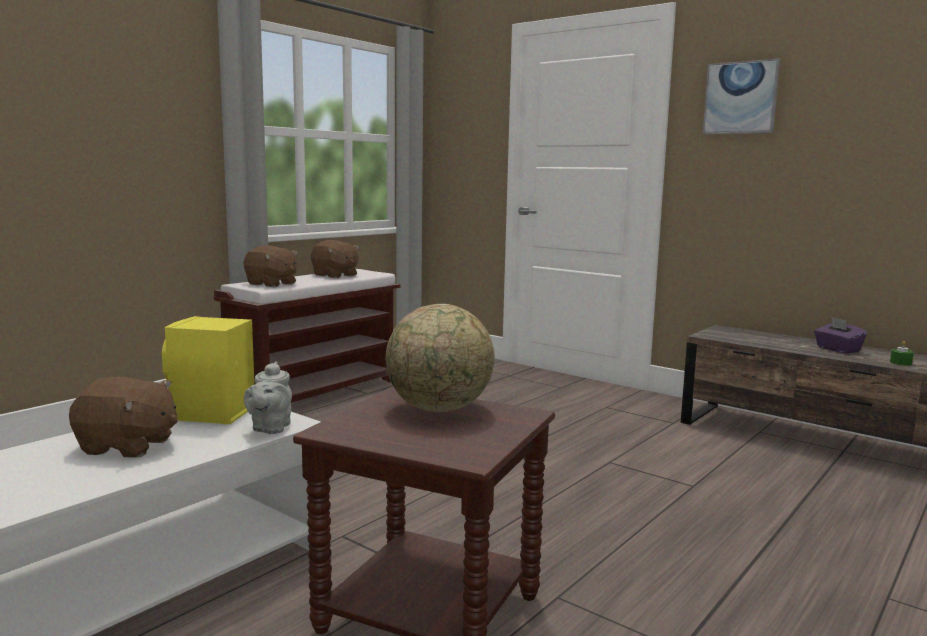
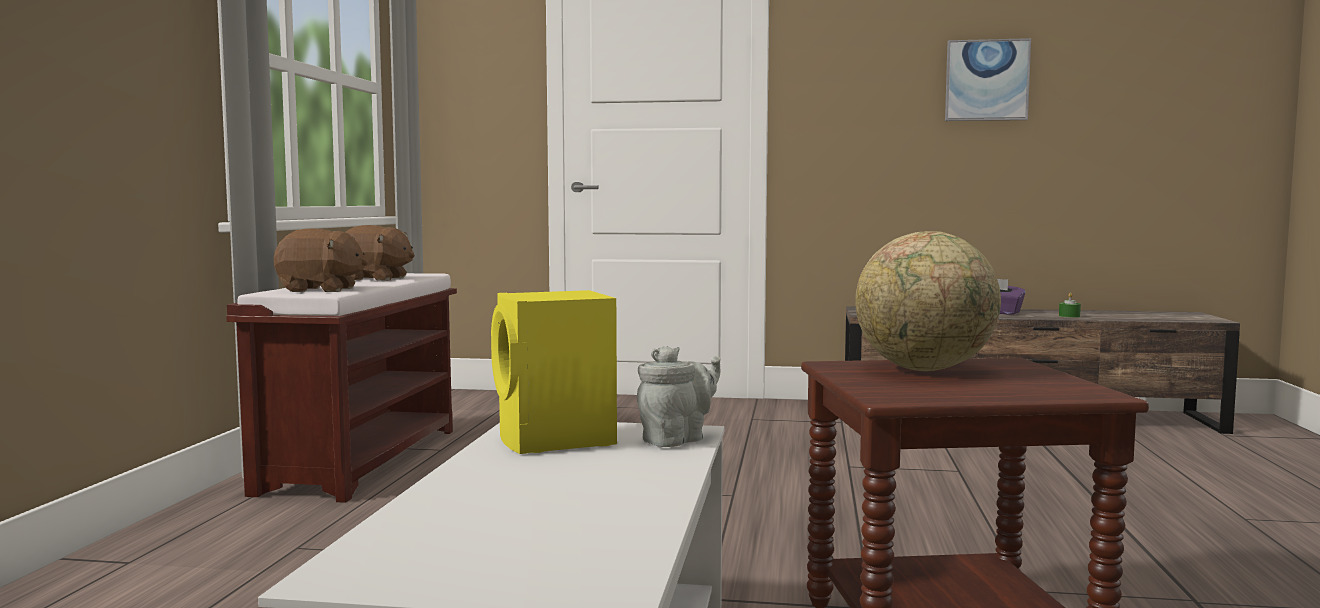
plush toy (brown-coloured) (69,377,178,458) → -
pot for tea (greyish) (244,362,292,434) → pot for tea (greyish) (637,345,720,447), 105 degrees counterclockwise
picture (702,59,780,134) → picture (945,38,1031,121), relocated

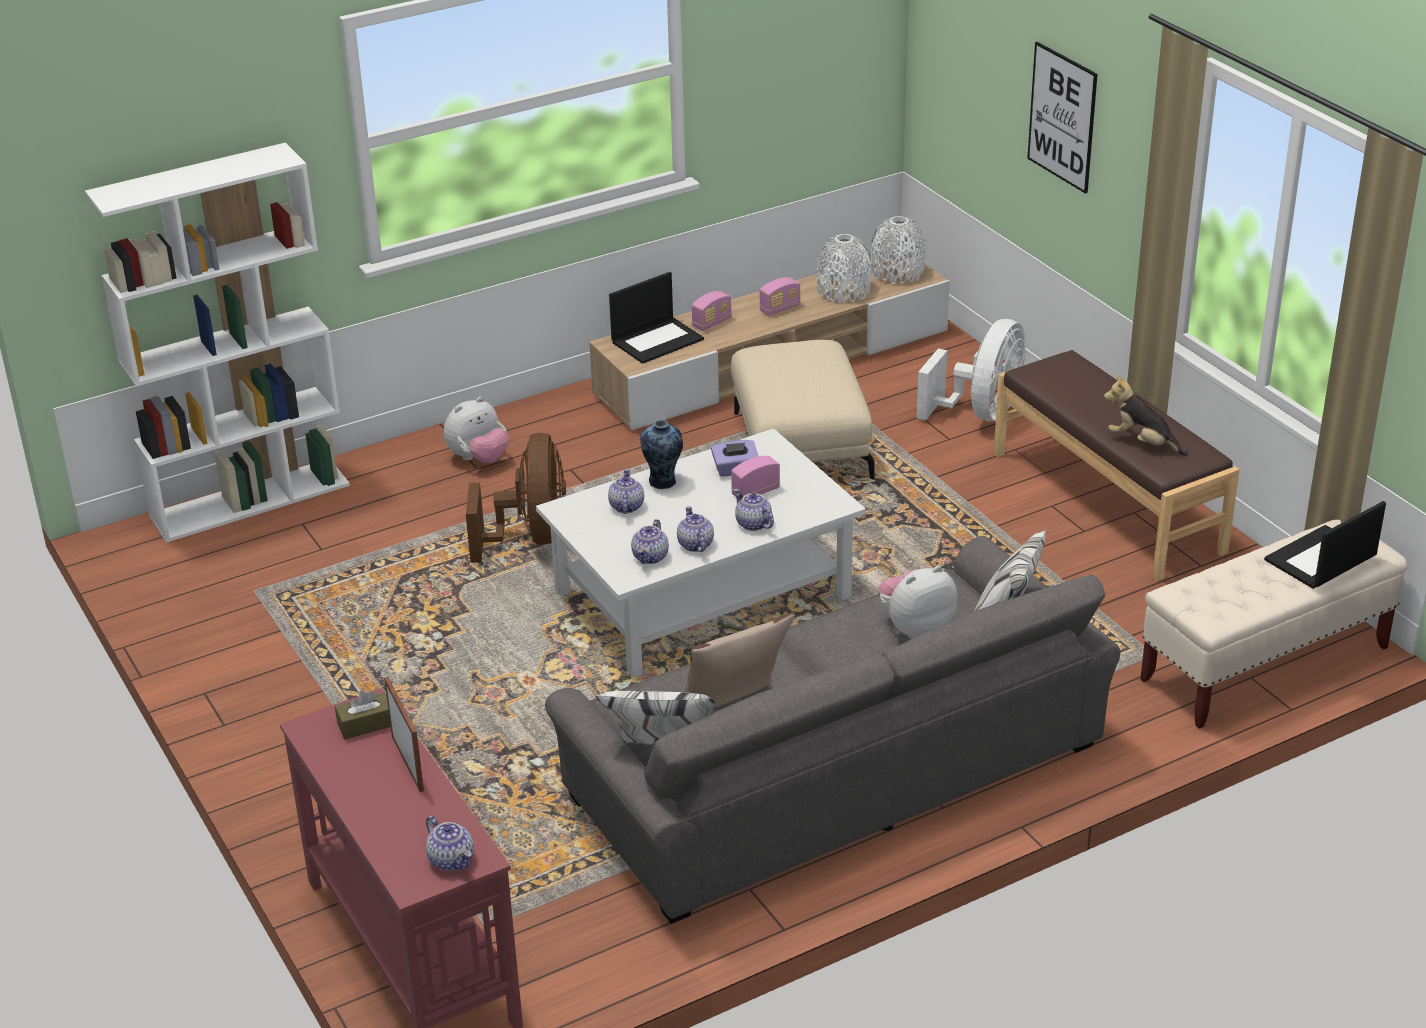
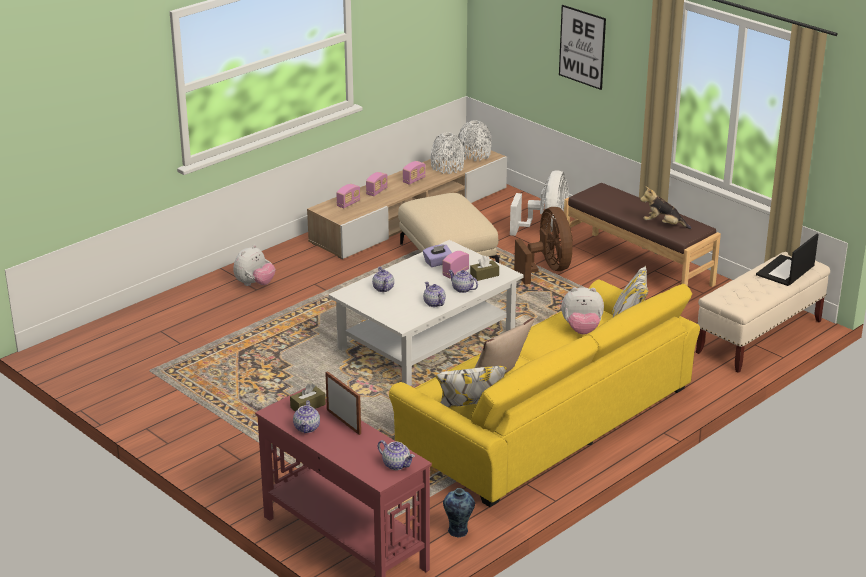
shelving unit (whitish) (85,142,350,543) → -
cooling fan (brown-coloured) (466,433,566,563) → cooling fan (brown-coloured) (514,207,573,284), relocated
settee (greyish) (545,530,1121,924) → settee (yellowish) (389,266,700,507)
laptop (609,272,704,364) → radio set (336,184,360,208)
pot for tea (631,519,669,564) → pot for tea (293,401,320,433), relocated
decorative vase (640,420,683,490) → decorative vase (443,488,475,538), relocated
plush toy (878,566,957,639) → plush toy (561,288,604,335), 135 degrees counterclockwise
- → tissue holder (brown-coloured) (470,255,499,281)

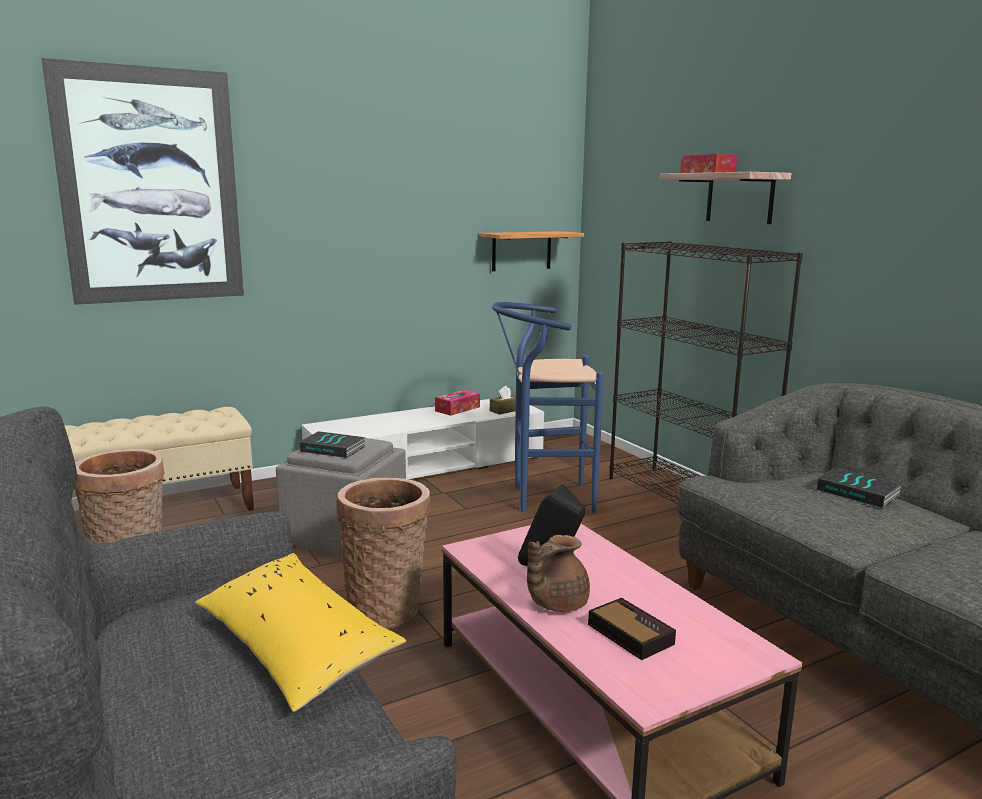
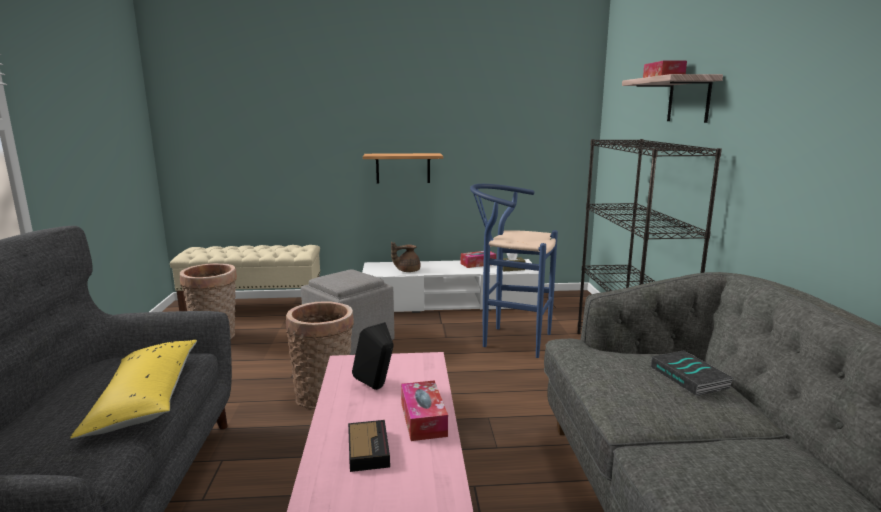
picture (41,58,244,305) → -
bound book (299,431,366,458) → -
wall shelf (480,231,584,271) → wall shelf (363,153,443,184), relocated
pot for tea (brown-coloured) (527,535,590,612) → pot for tea (brown-coloured) (391,242,421,272), relocated
- → tissue holder (401,380,448,441)

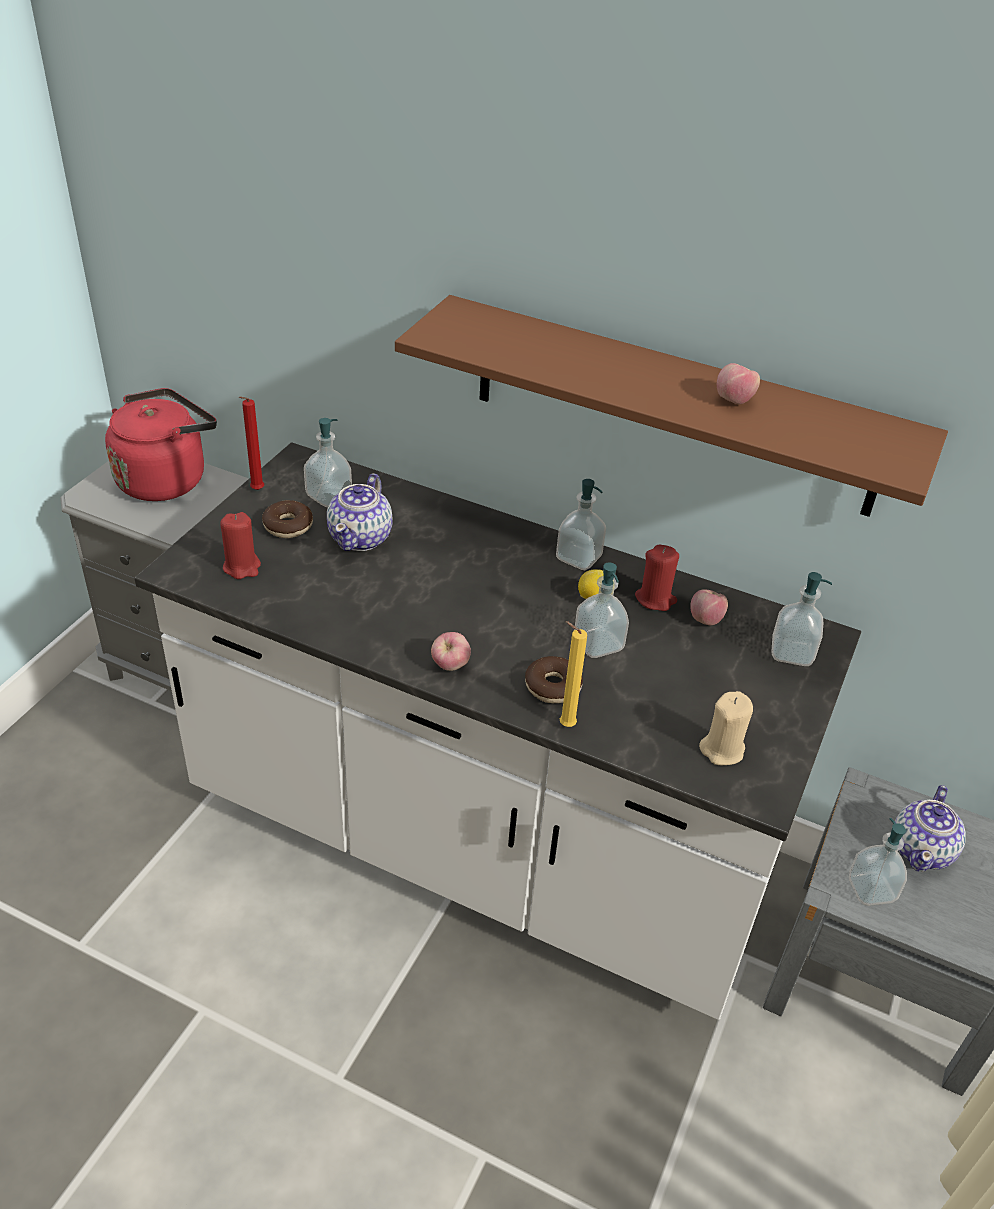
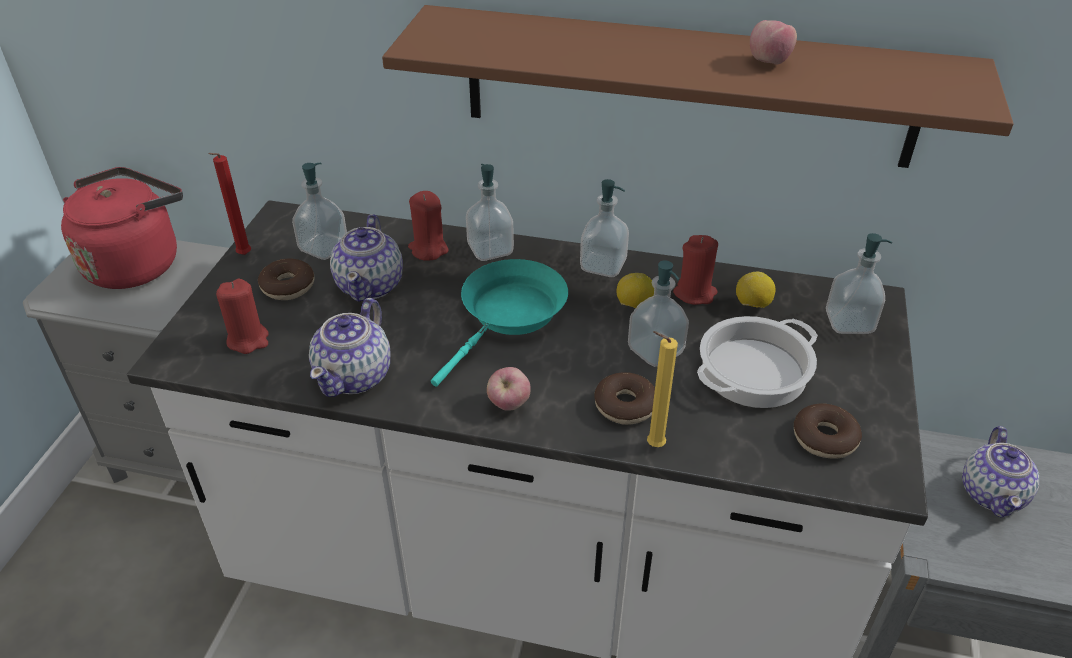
apple (690,589,728,625) → whole lemon (736,272,776,308)
candle (sand-coloured) (699,691,753,765) → ring doughnut (794,403,862,459)
liquid soap bottle (849,818,907,906) → liquid soap bottle (466,164,514,261), relocated
- → pot for tea (309,298,390,397)
- → candle (red-coloured) (408,191,449,261)
- → skillet (turquoise) (431,259,568,387)
- → cooking pot (697,316,818,408)

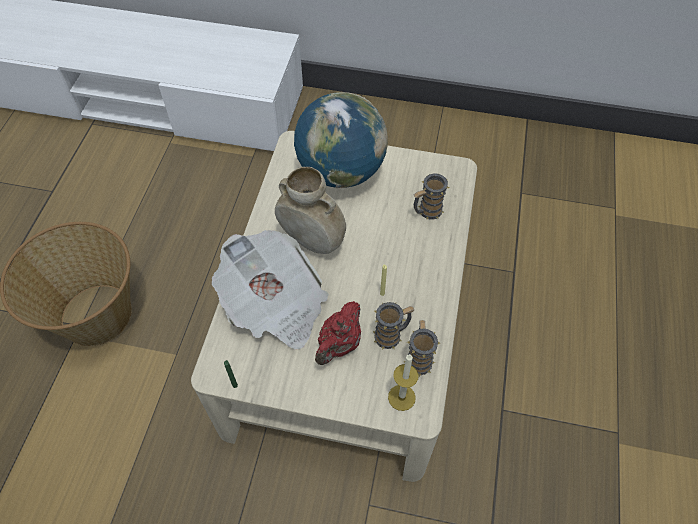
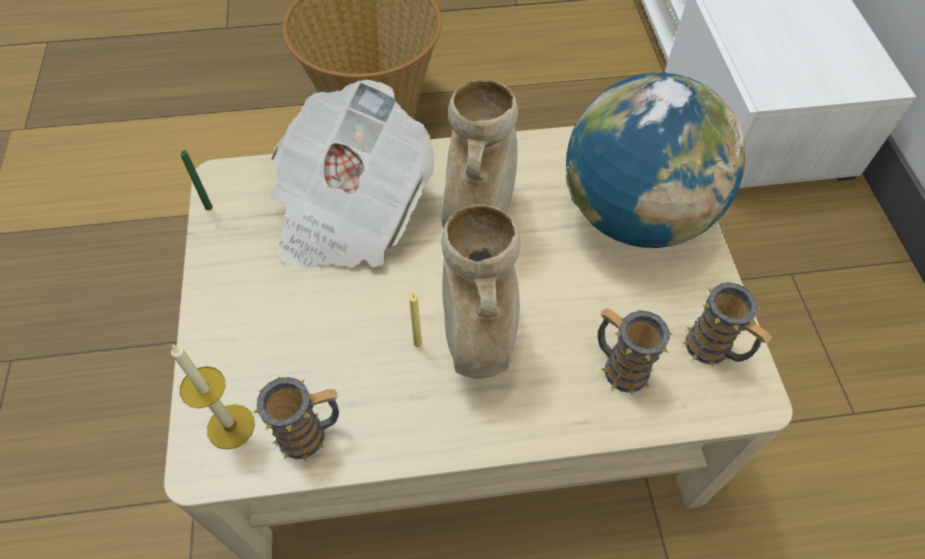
pot for tea (red-coloured) (315,301,361,365) → -
mug (373,302,414,350) → mug (683,282,771,367), relocated
- → decorative vase (sand-coloured) (441,204,520,379)

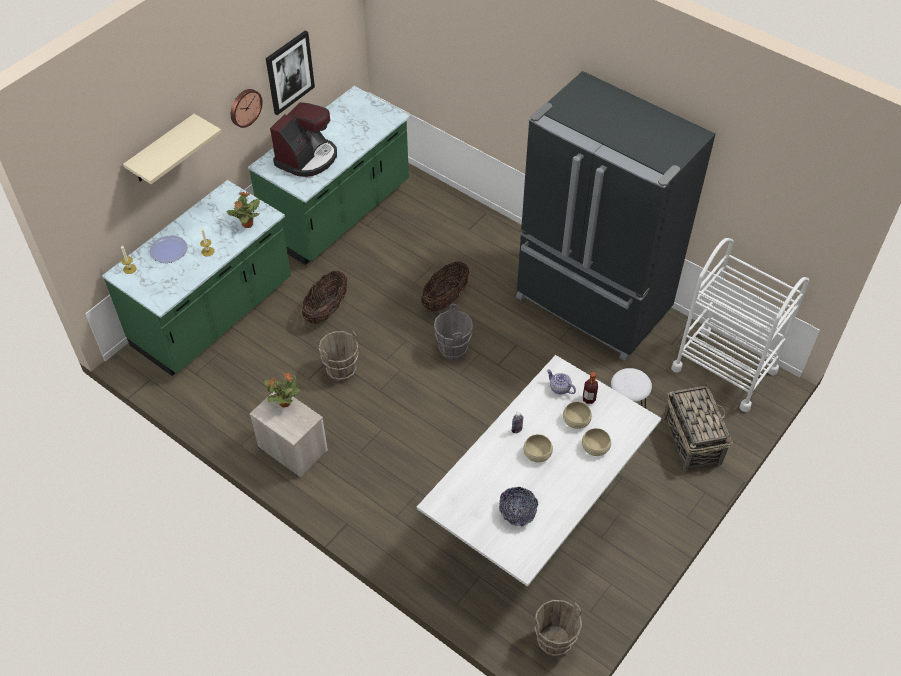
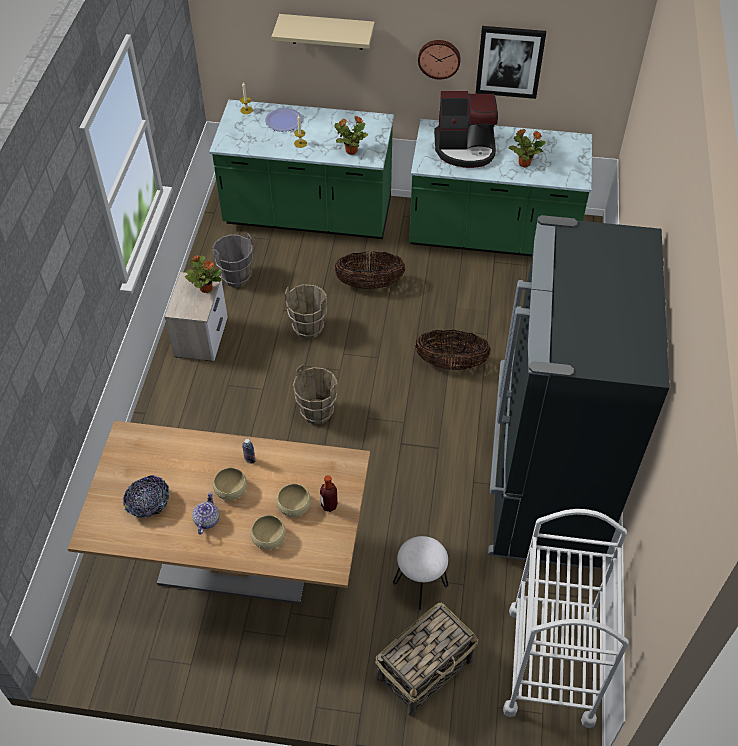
kitchen table (whitish) (417,355,661,587) → kitchen table (brown-coloured) (68,421,370,604)
pail (greyish) (434,304,473,360) → pail (greyish) (212,233,253,287), relocated
pail (brown-coloured) (534,600,582,657) → pail (brown-coloured) (293,364,338,424), relocated
pot for tea (547,370,576,395) → pot for tea (192,492,219,534), relocated
- → plant in a pot (509,128,546,168)

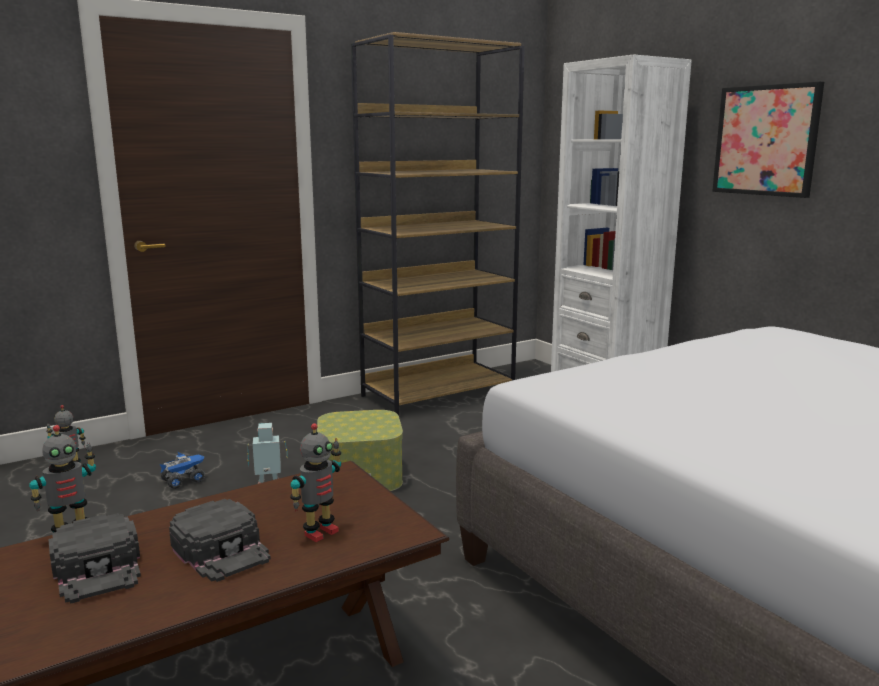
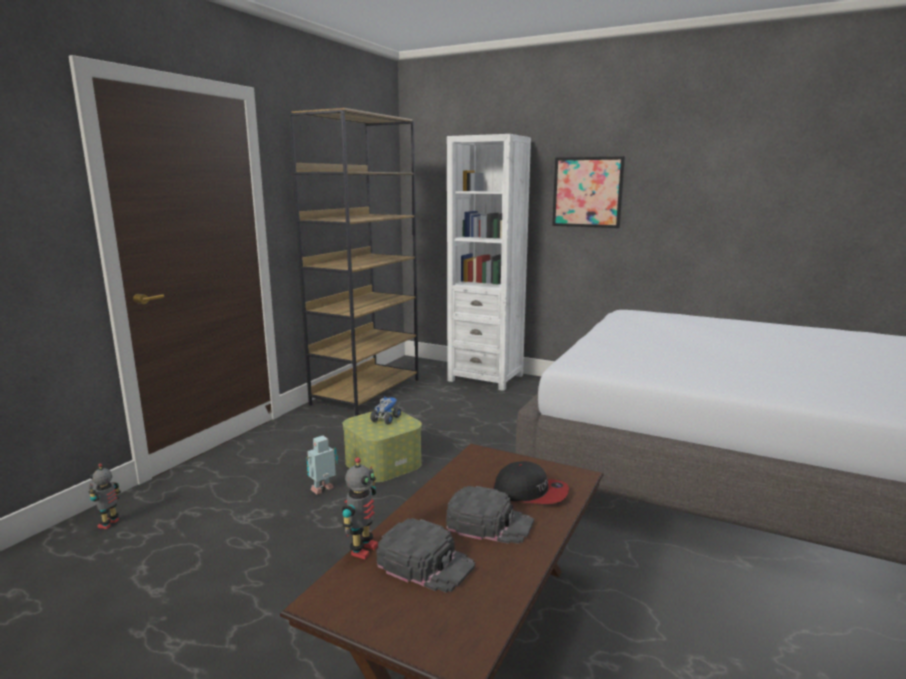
toy truck (160,452,205,489) → toy truck (370,396,401,424), relocated
model robot (290,423,341,542) → peaked cap (494,461,569,504)

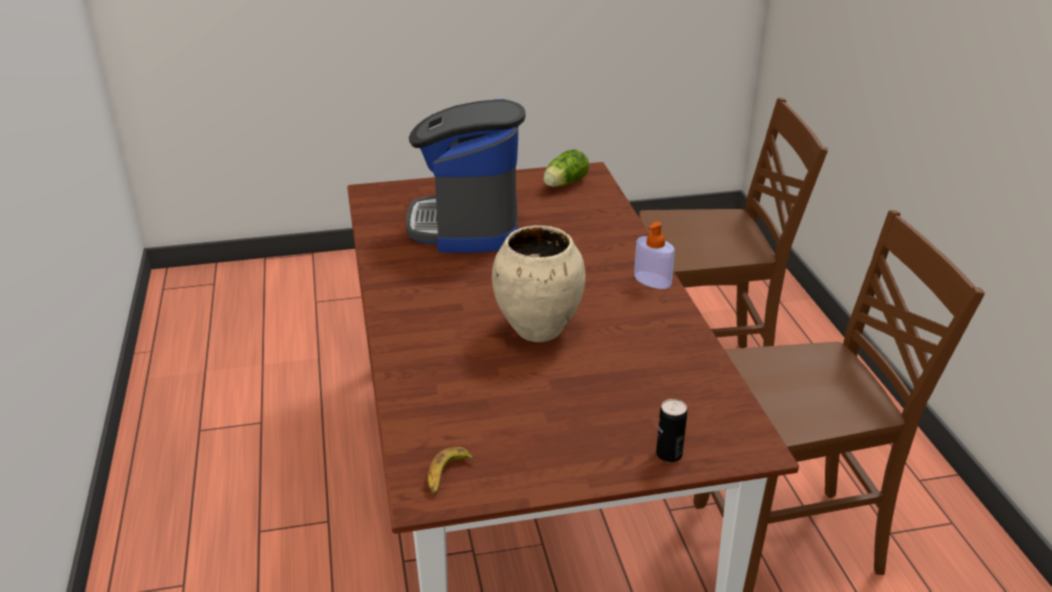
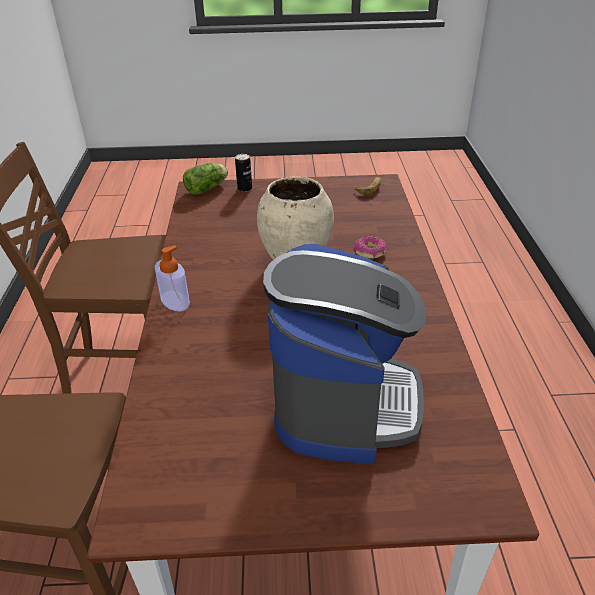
lettuce head (543,149,589,187) → lettuce head (183,163,228,195), relocated
- → ring doughnut (354,236,387,259)

